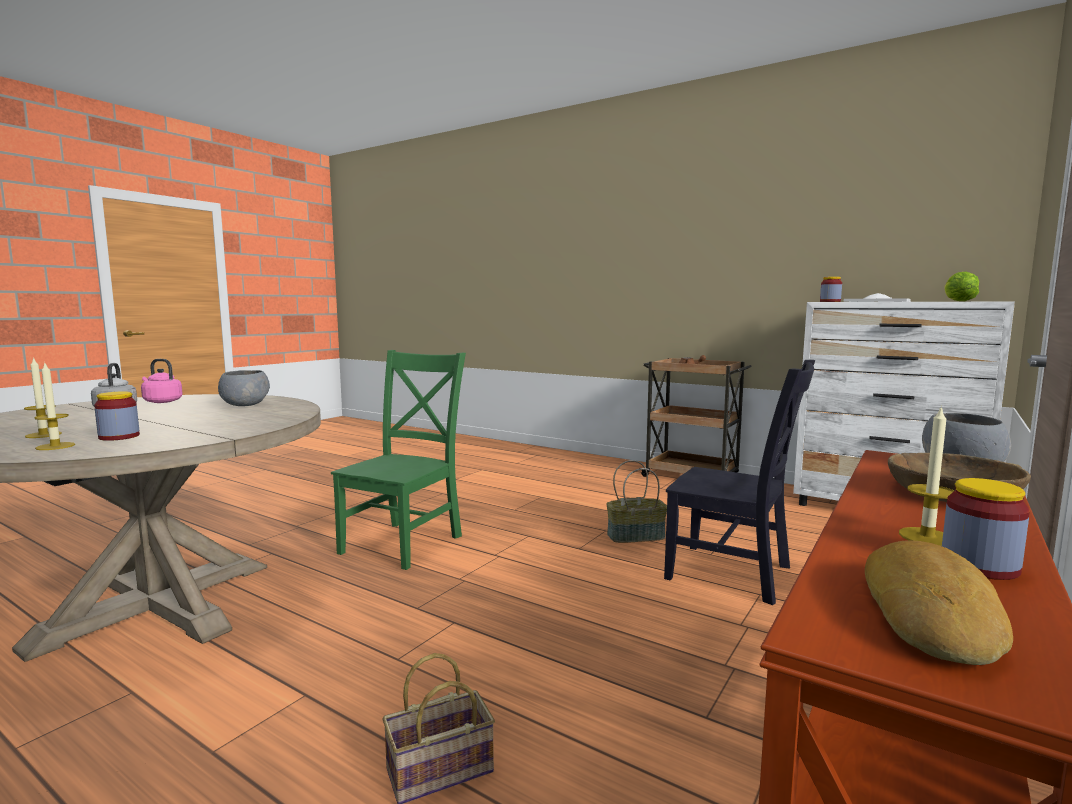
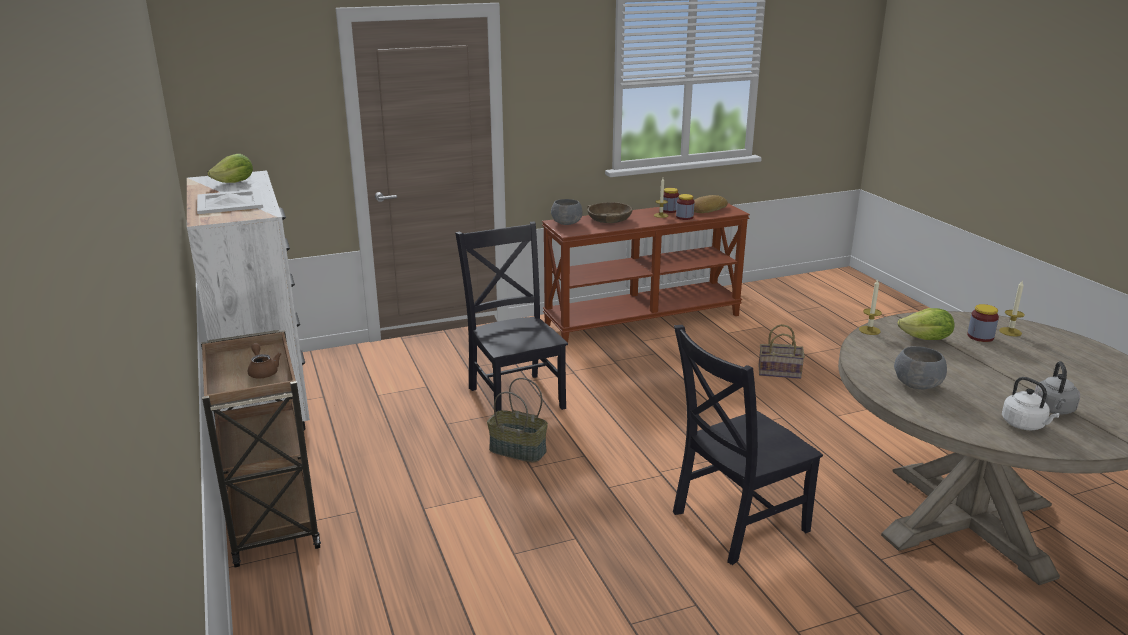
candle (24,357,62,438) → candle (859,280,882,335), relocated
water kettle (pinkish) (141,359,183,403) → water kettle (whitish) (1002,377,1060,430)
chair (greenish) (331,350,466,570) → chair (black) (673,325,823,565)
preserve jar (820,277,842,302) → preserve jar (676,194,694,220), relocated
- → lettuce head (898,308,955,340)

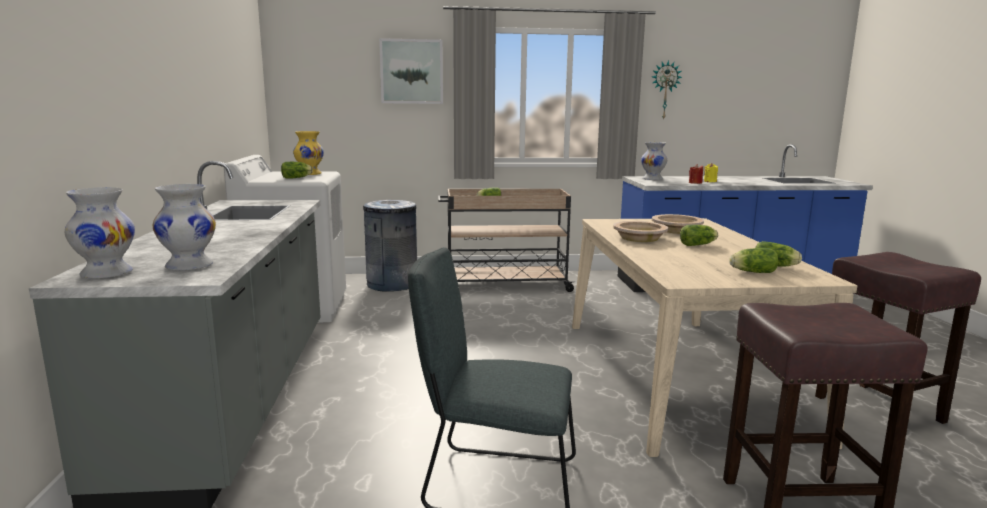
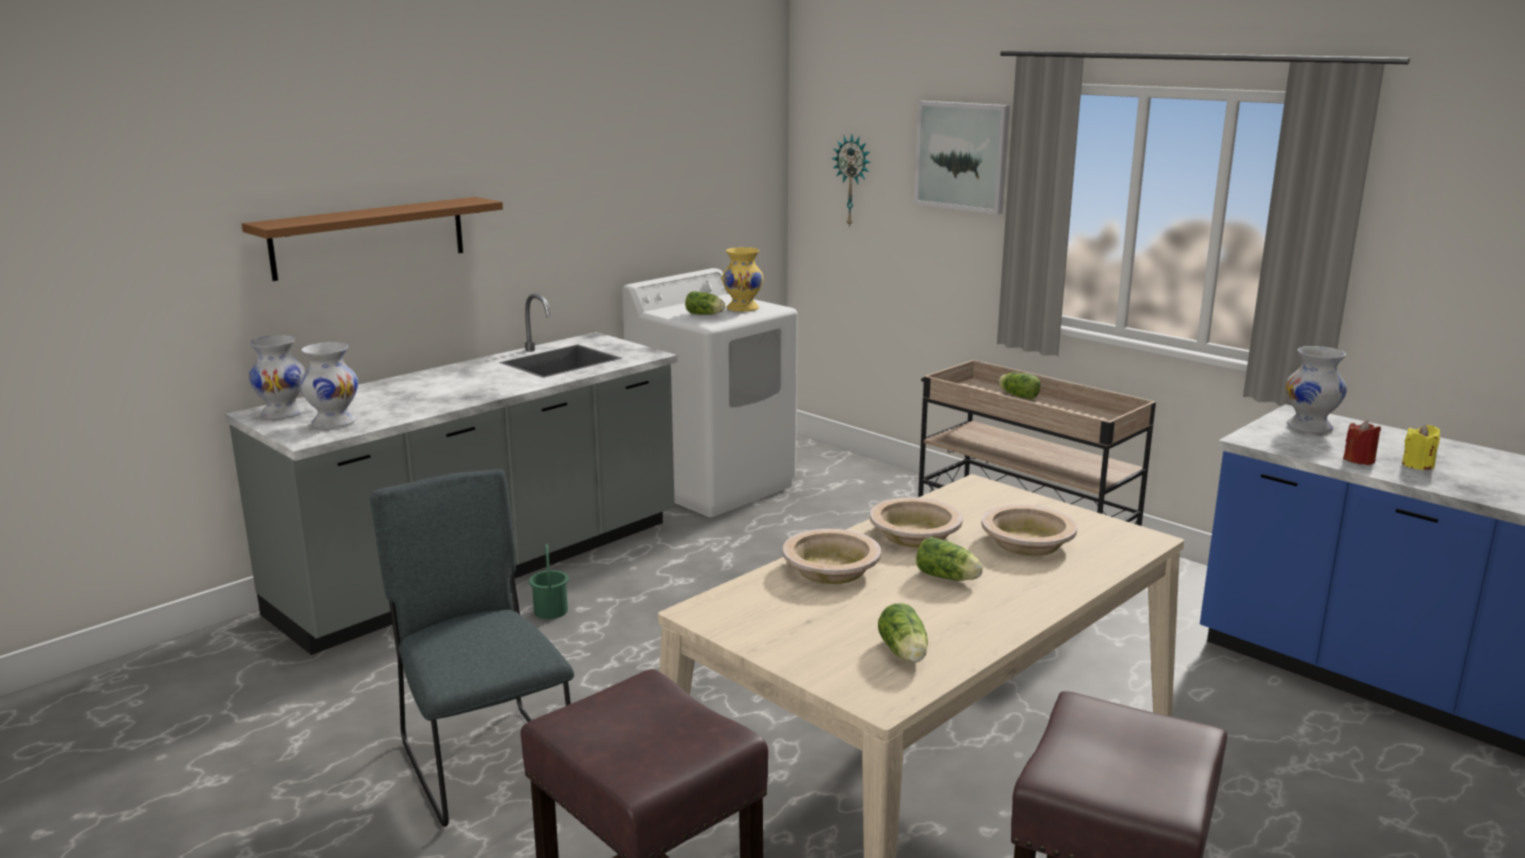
waste bin (greyish) (363,200,417,292) → -
hanging clock (652,60,682,120) → hanging clock (832,134,870,228), relocated
lettuce head (729,248,778,273) → -
- → wall shelf (brown-coloured) (242,197,503,281)
- → pail (greenish) (529,544,569,619)
- → serving bowl (sand-coloured) (783,529,881,584)

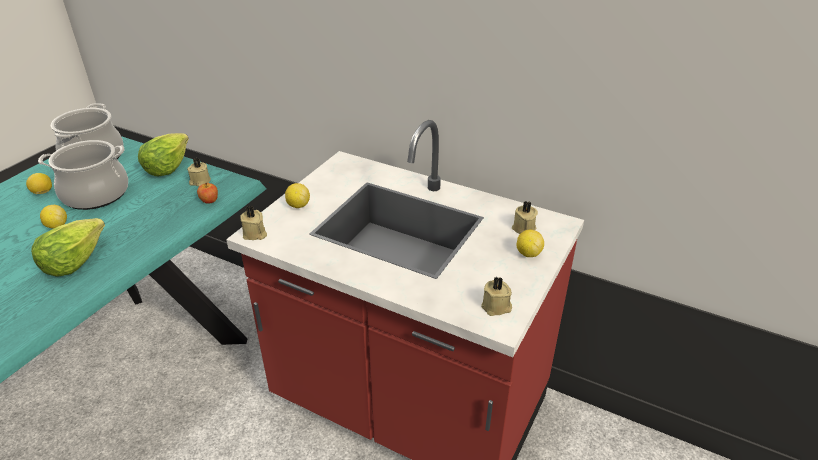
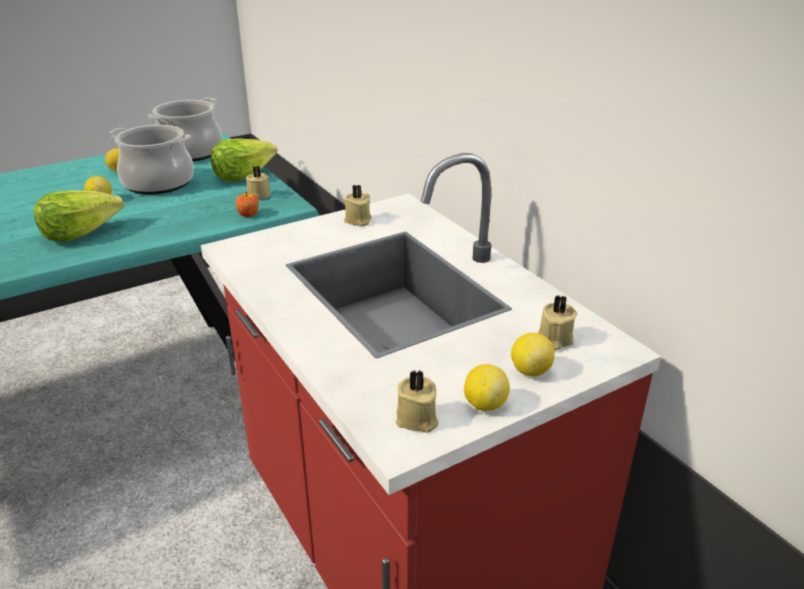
candle (sand-coloured) (240,206,267,240) → candle (sand-coloured) (344,184,372,227), relocated
whole lemon (285,183,310,208) → whole lemon (464,364,510,411), relocated

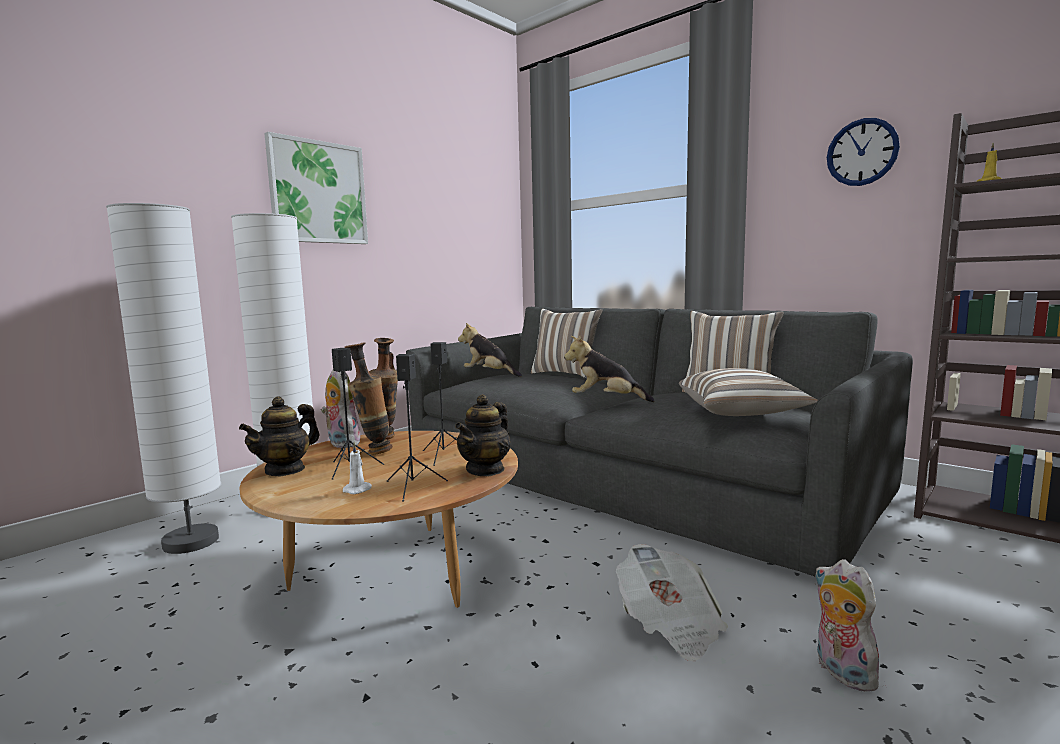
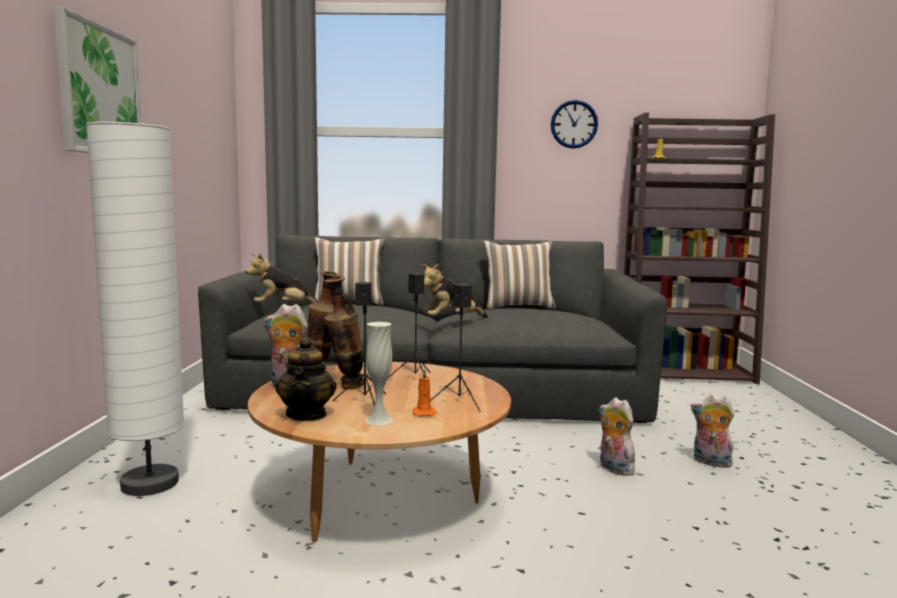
floor lamp (whitish) (106,203,221,554) → -
candle (whitish) (343,442,372,494) → candle (orange) (413,368,437,417)
pot for tea (455,394,511,476) → -
daily paper (616,544,728,662) → plush toy (598,397,635,476)
pillow (679,368,818,416) → -
- → decorative vase (whitish) (365,322,393,425)

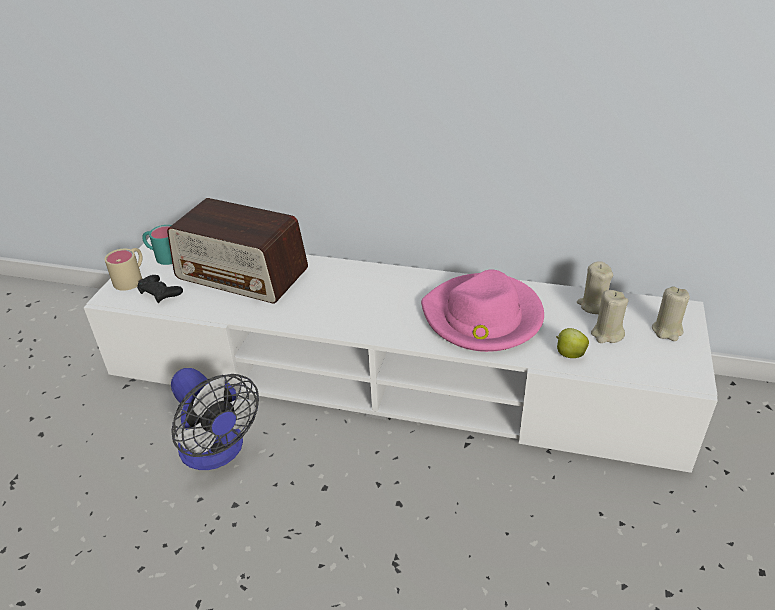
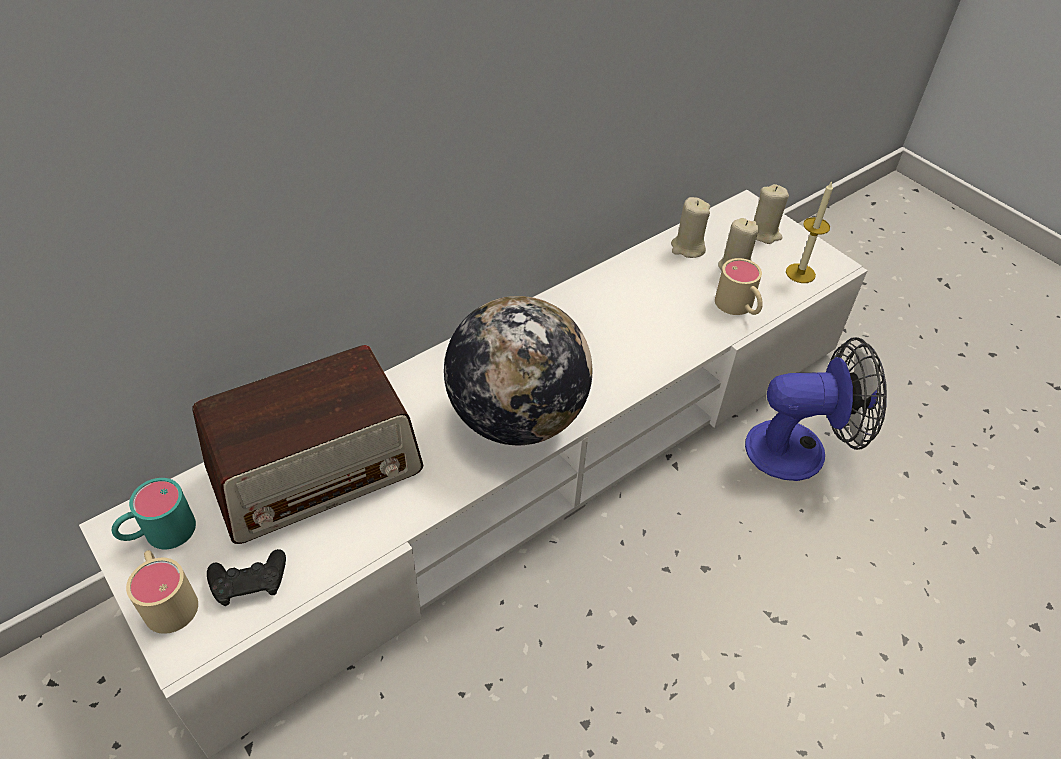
cooling fan (171,368,259,470) → cooling fan (745,337,887,481), relocated
wearable hat (pinkish) (421,269,544,352) → -
apple (556,328,589,358) → mug (sand-coloured) (715,258,763,315)
- → world globe (444,296,593,445)
- → candle (786,181,833,283)

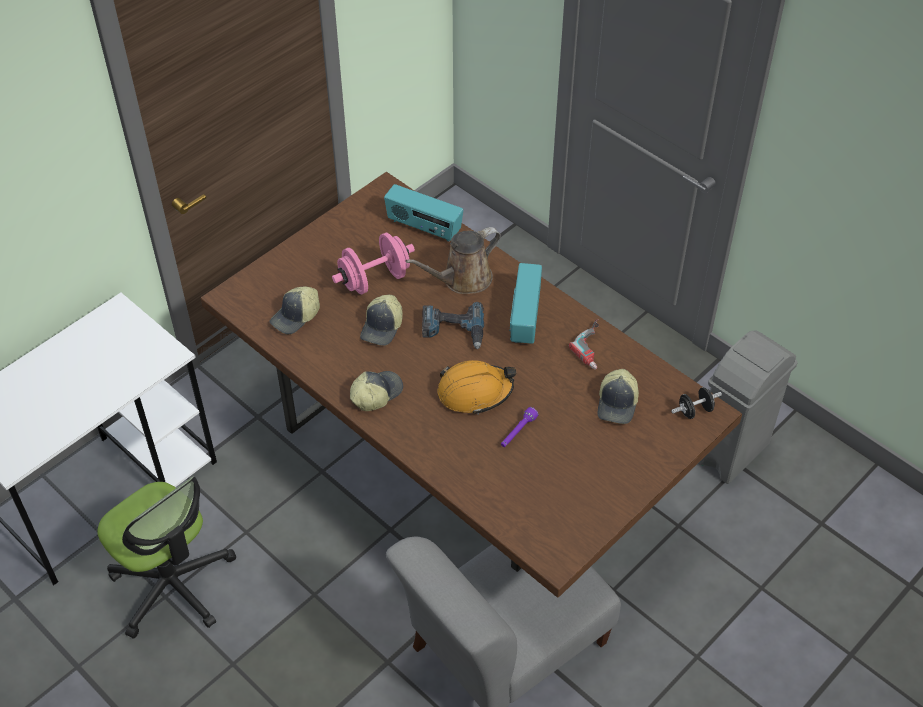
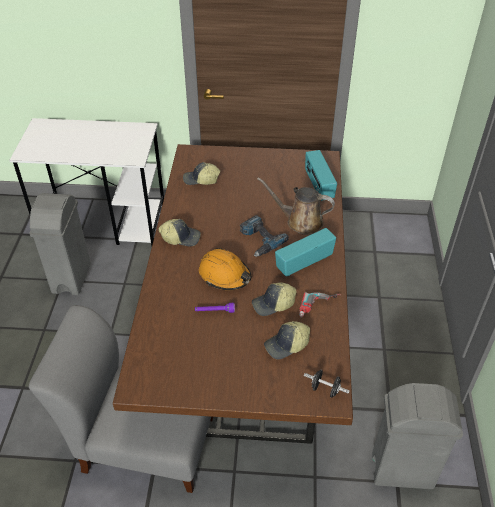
office chair (97,477,236,639) → waste bin (greyish) (29,193,90,295)
hand weight (pinkish) (332,233,415,295) → -
peaked cap (360,295,403,346) → peaked cap (252,282,297,316), relocated

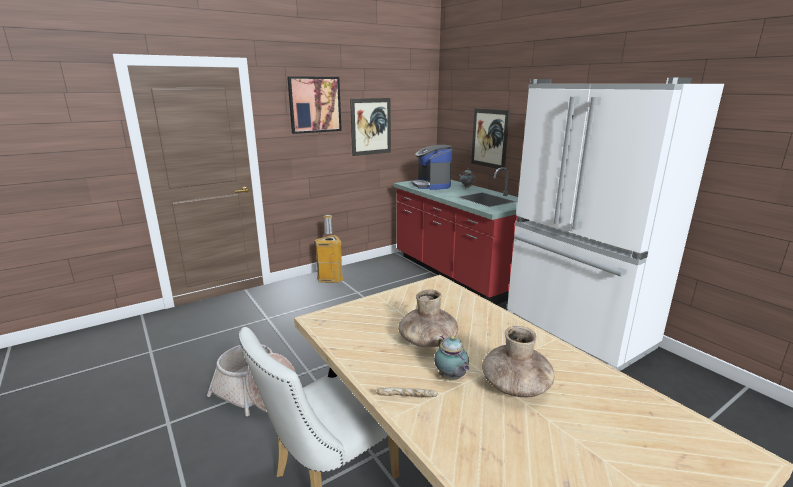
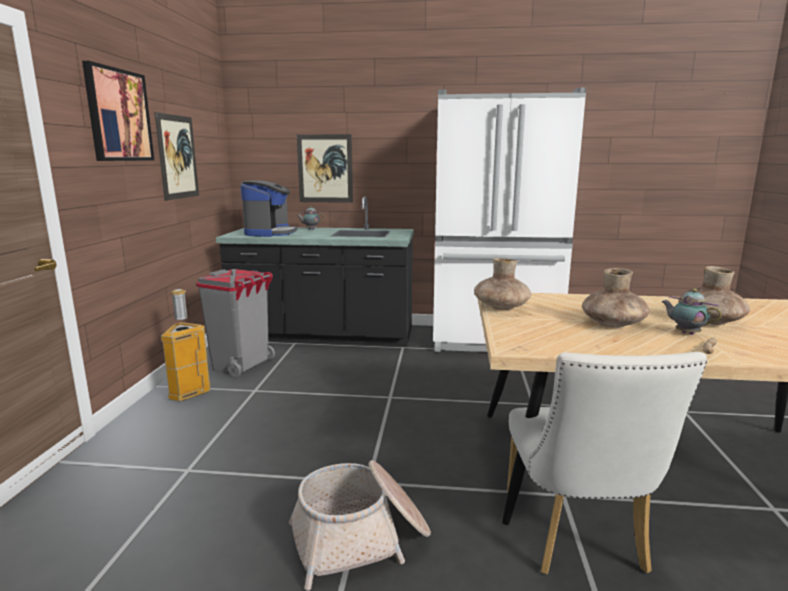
counter (red-coloured) (394,167,518,305) → counter (black) (216,196,414,347)
coffee brewer (411,145,452,190) → coffee brewer (240,181,297,237), 105 degrees counterclockwise
pot for tea (434,335,469,380) → pot for tea (661,289,722,335), 150 degrees counterclockwise
- → waste bin (greyish) (196,269,275,377)
- → decorative vase (brown-coloured) (474,258,531,310)

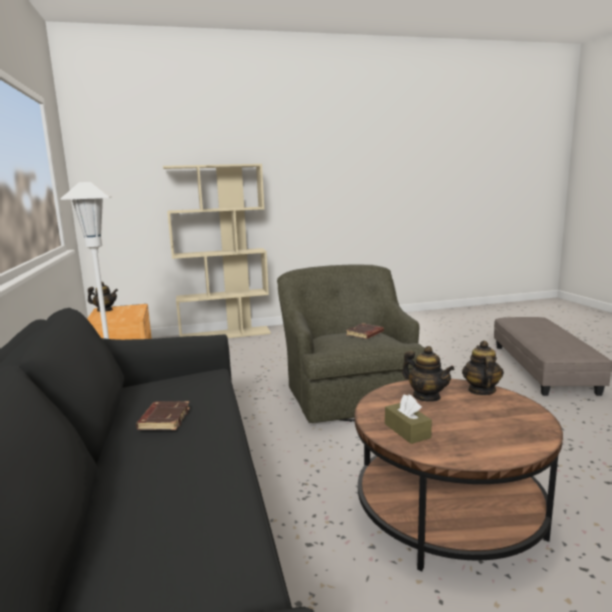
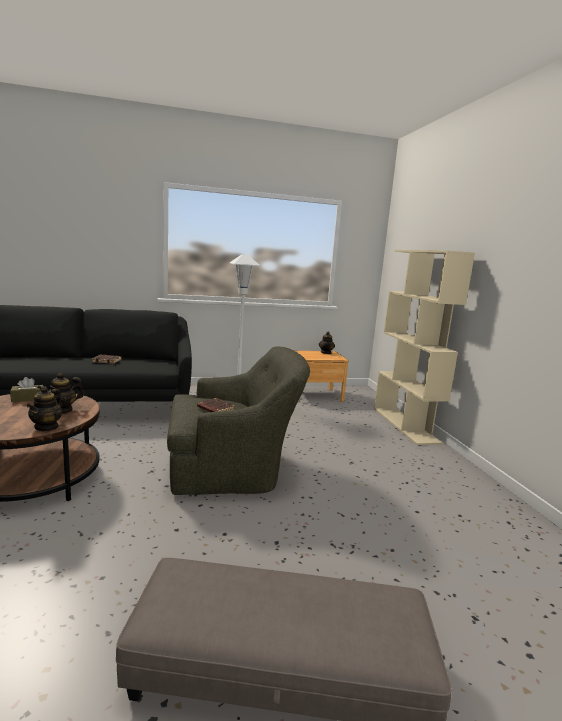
pot for tea (462,340,504,395) → pot for tea (27,386,62,431), 90 degrees clockwise

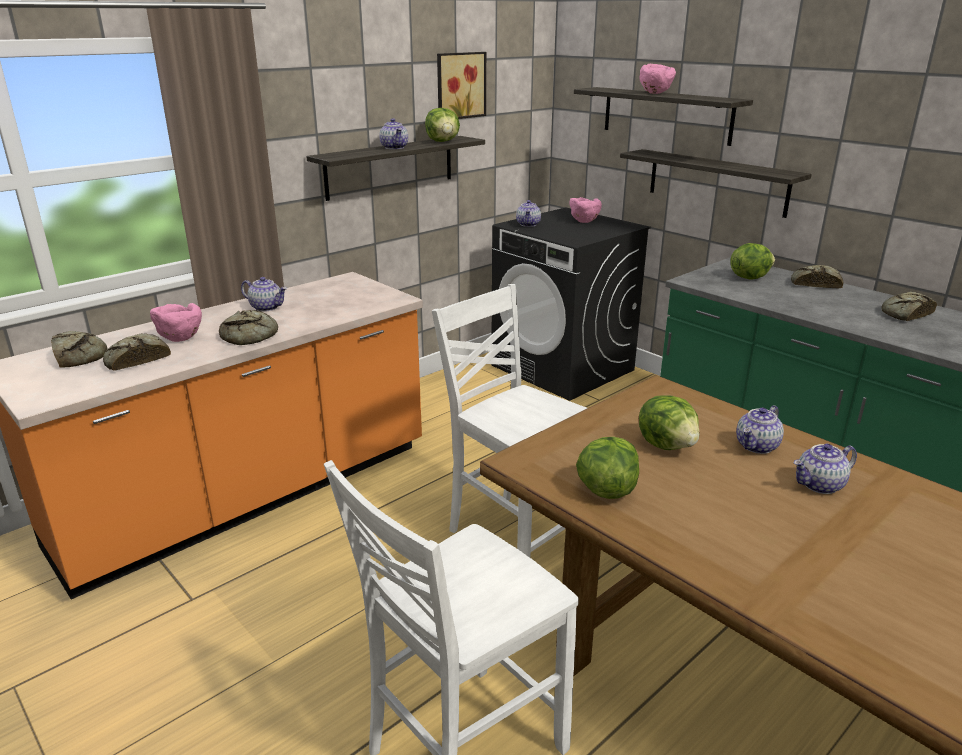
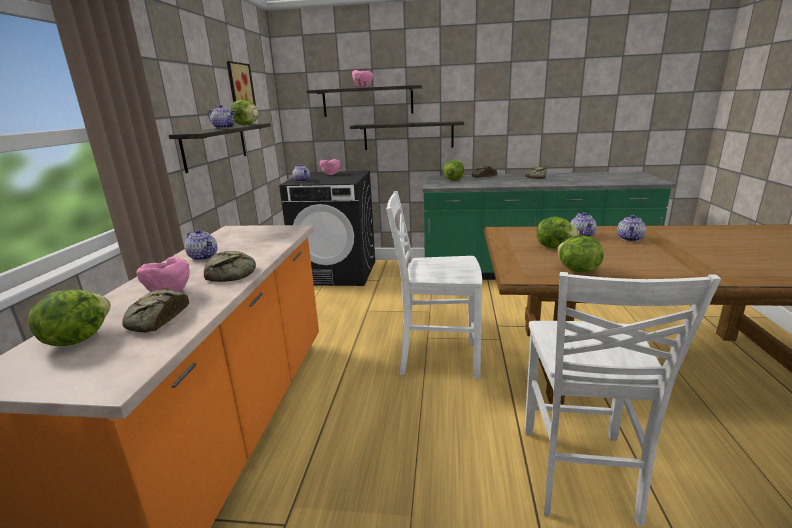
bread (51,331,107,368) → lettuce head (28,290,111,346)
pot for tea (241,277,287,312) → pot for tea (185,229,217,261), 60 degrees clockwise

